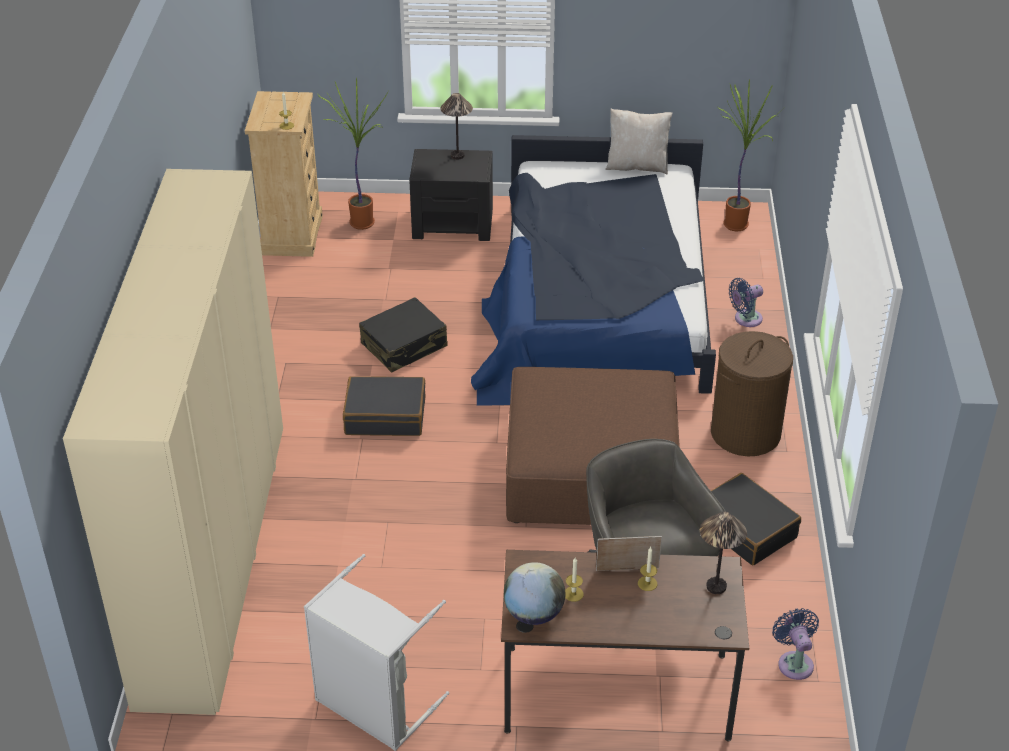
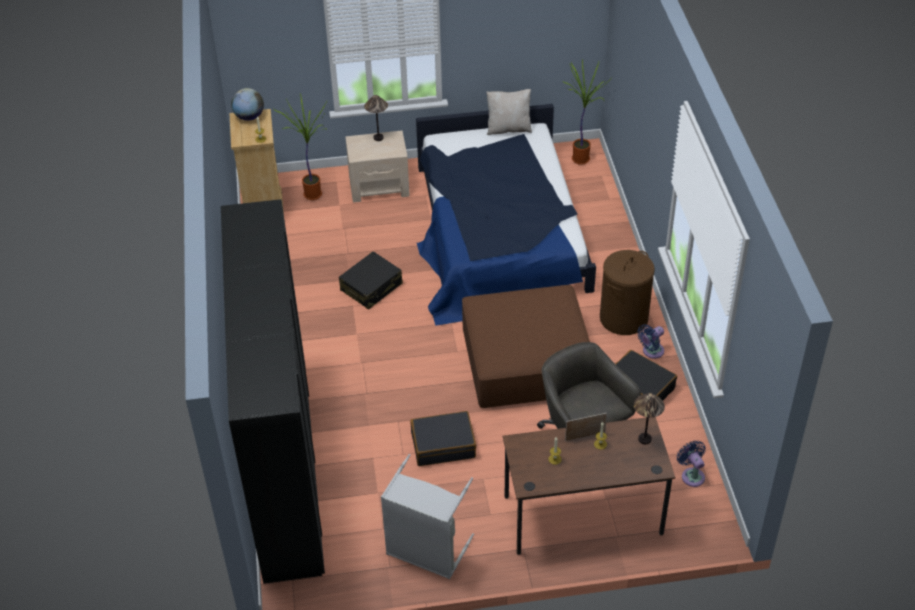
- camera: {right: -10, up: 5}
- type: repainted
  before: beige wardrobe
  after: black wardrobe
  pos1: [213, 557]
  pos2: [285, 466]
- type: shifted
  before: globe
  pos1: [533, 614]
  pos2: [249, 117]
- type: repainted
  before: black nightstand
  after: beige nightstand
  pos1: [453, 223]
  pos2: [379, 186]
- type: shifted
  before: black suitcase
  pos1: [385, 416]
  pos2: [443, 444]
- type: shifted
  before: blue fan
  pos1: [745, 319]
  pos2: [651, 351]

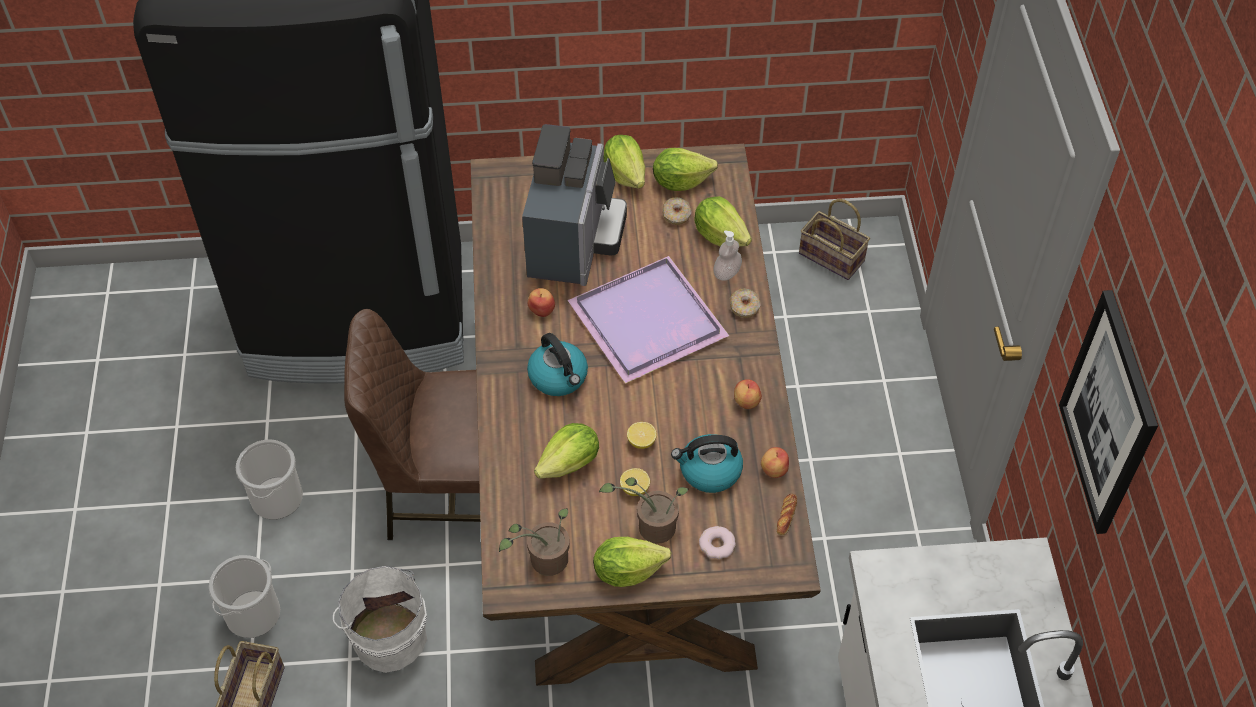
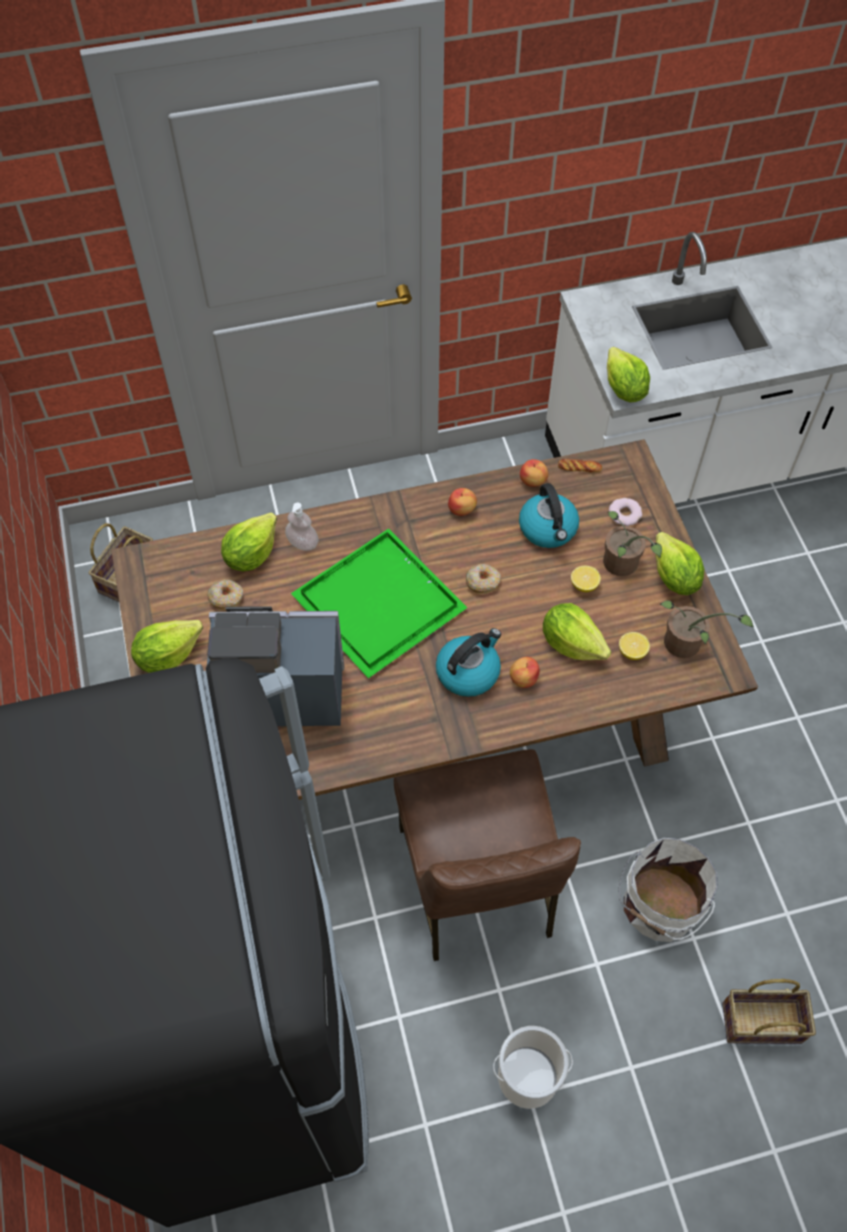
- camera: {right: -100, up: 5}
- type: repainted
  before: purple tray
  after: green tray
  pos1: [646, 323]
  pos2: [382, 604]
- type: shifted
  before: donut
  pos1: [744, 307]
  pos2: [482, 582]
- type: shifted
  before: apple
  pos1: [542, 309]
  pos2: [523, 678]
- type: shifted
  before: lettuce
  pos1: [680, 181]
  pos2: [623, 390]
- type: shifted
  before: lemon
  pos1: [641, 441]
  pos2: [632, 652]
- type: gone
  before: bucket
  pos1: [253, 614]
- type: gone
  before: picture
  pos1: [1109, 414]

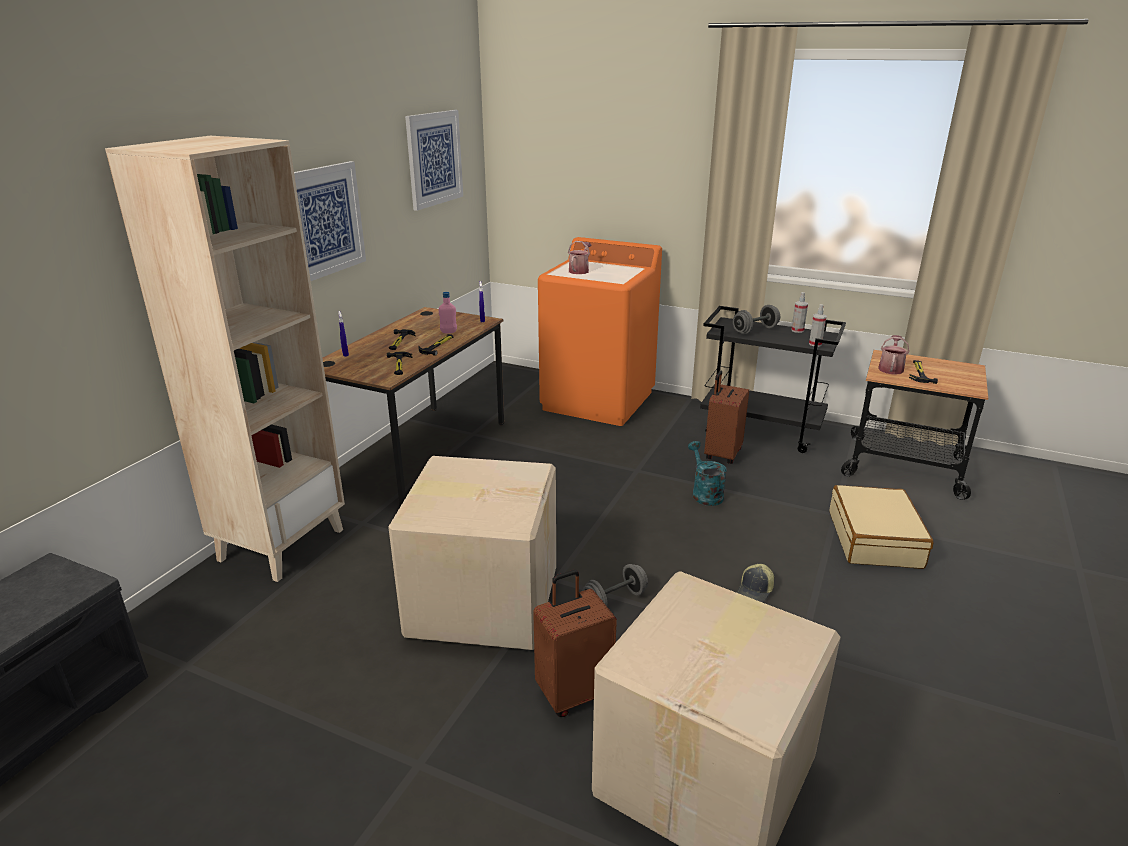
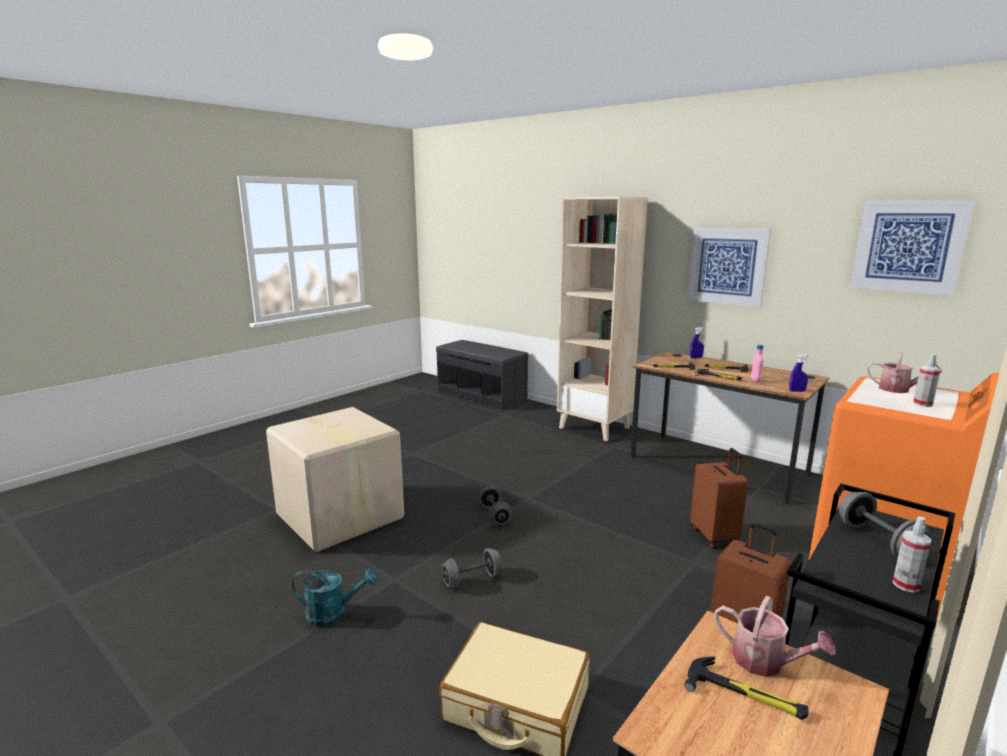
- camera: {right: 105, up: -10}
- type: shifted
  before: turquoise watering can
  pos1: [704, 493]
  pos2: [333, 614]
- type: swapped
  before: cap
  after: grey dumbbell
  pos1: [755, 591]
  pos2: [472, 580]
- type: shifted
  before: brown suitcase
  pos1: [574, 693]
  pos2: [715, 536]
- type: shifted
  before: spray bottle
  pos1: [815, 344]
  pos2: [922, 404]
- type: gone
  before: cardboard box
  pos1: [482, 600]

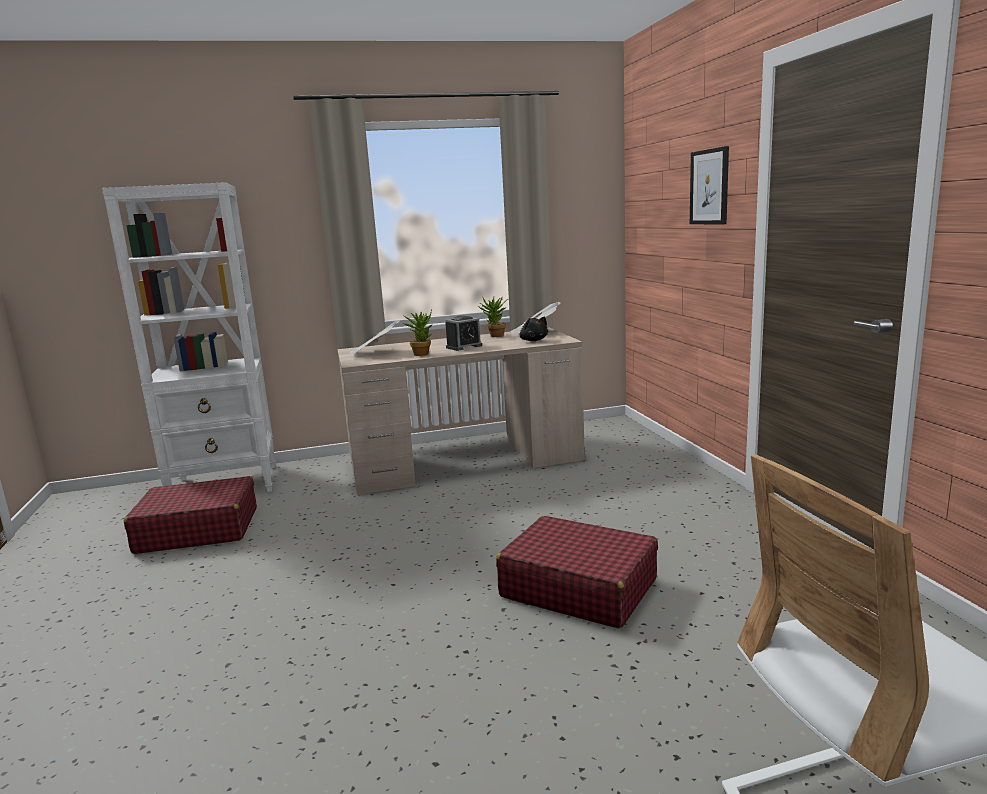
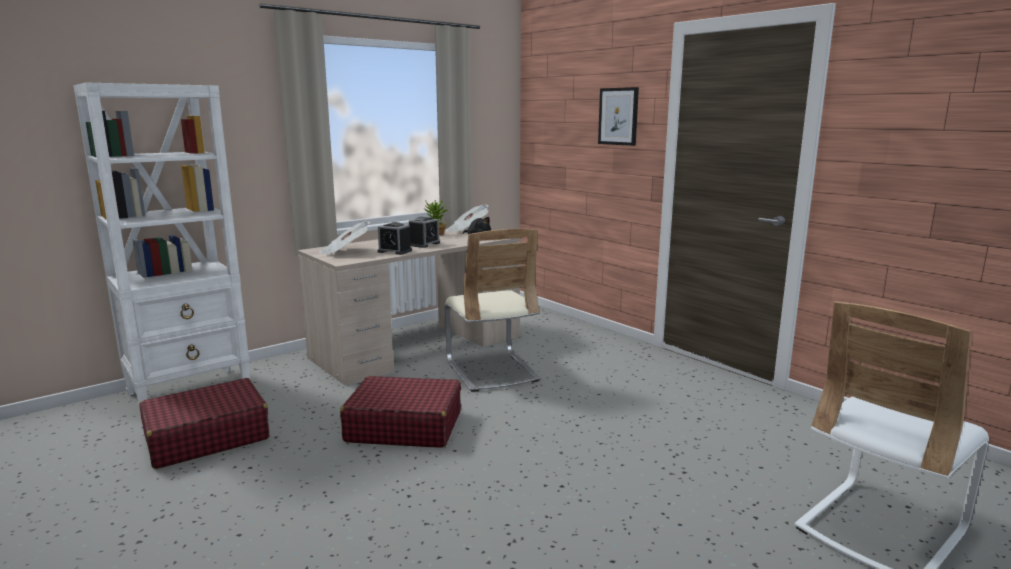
- camera: {right: -25, up: 0}
- type: shifted
  before: red suitcase
  pos1: [578, 588]
  pos2: [404, 426]
- type: swapped
  before: potted plant
  after: alarm clock
  pos1: [421, 353]
  pos2: [394, 251]
- type: new
  after: beige chair
  pos2: [491, 371]

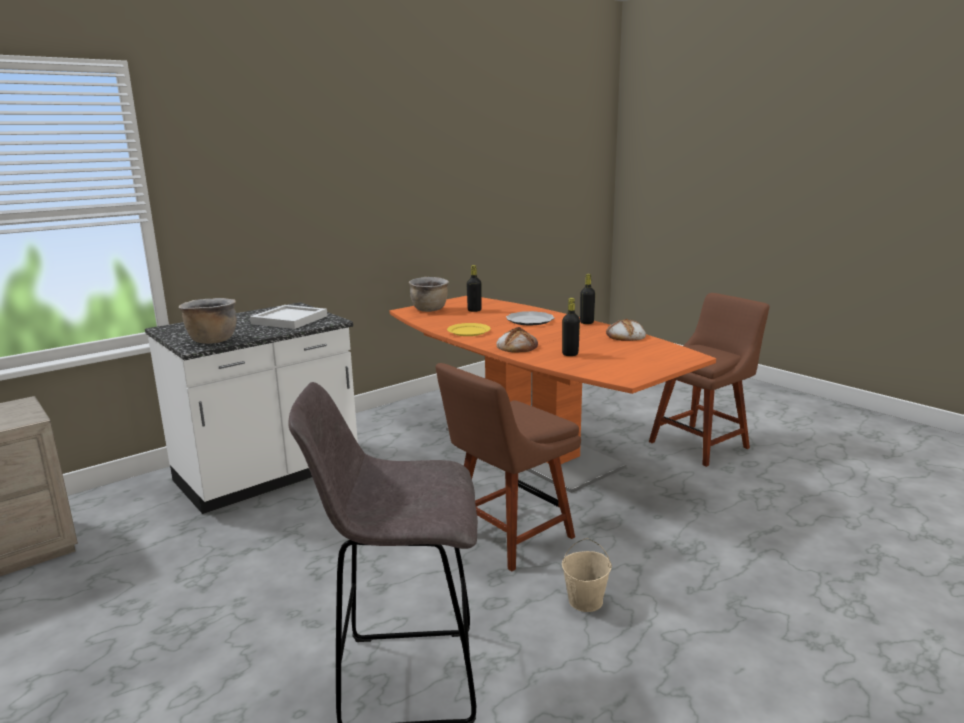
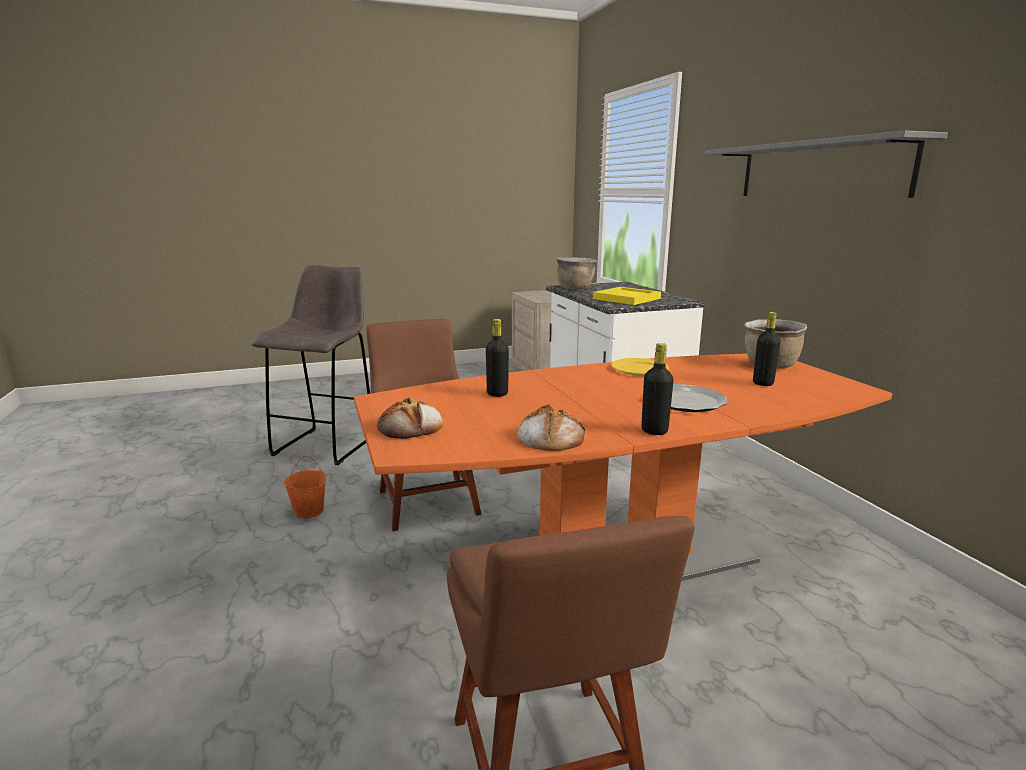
- camera: {right: 110, up: 0}
- type: repainted
  before: beige bucket
  after: orange bucket
  pos1: [585, 601]
  pos2: [309, 511]
- type: shifted
  before: bread
  pos1: [517, 346]
  pos2: [411, 427]
- type: repainted
  before: white tray
  after: yellow tray
  pos1: [291, 319]
  pos2: [626, 299]
- type: new
  after: grey shelf
  pos2: [819, 170]

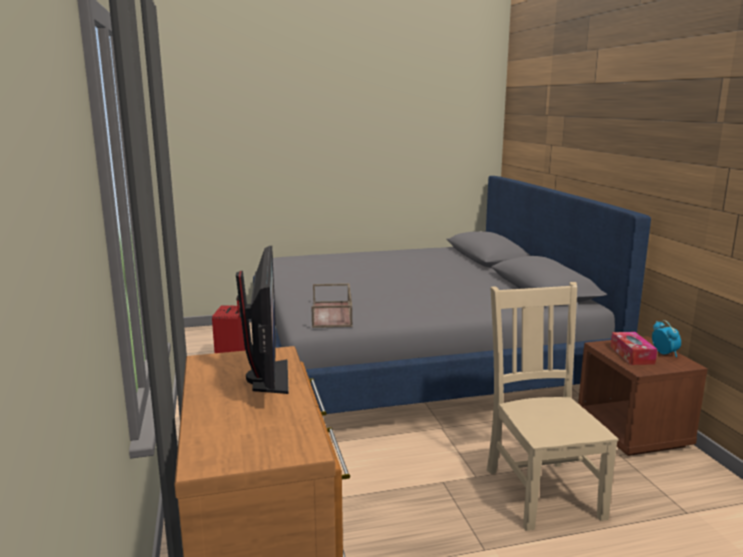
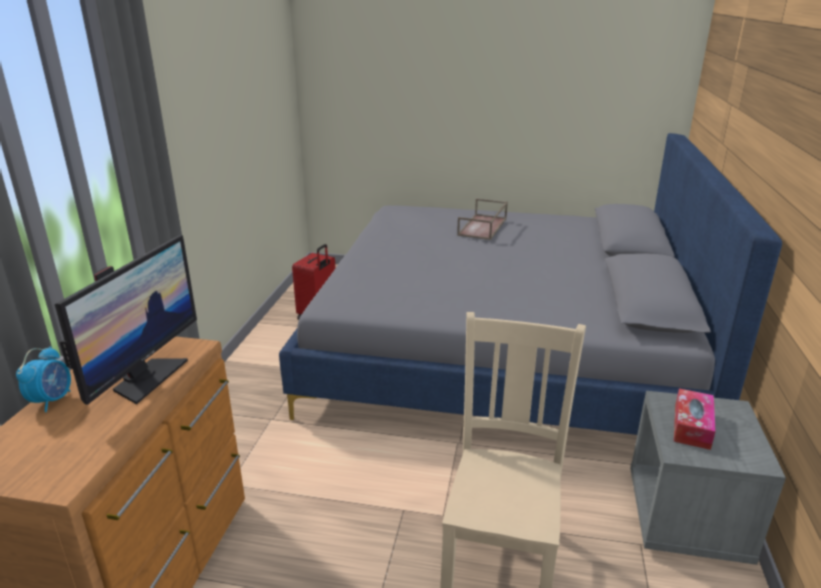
- camera: {right: 25, up: 10}
- type: shifted
  before: alarm clock
  pos1: [664, 353]
  pos2: [52, 400]
- type: shifted
  before: brown tray
  pos1: [332, 314]
  pos2: [483, 227]
- type: repainted
  before: brown nightstand
  after: grey nightstand
  pos1: [633, 432]
  pos2: [686, 518]

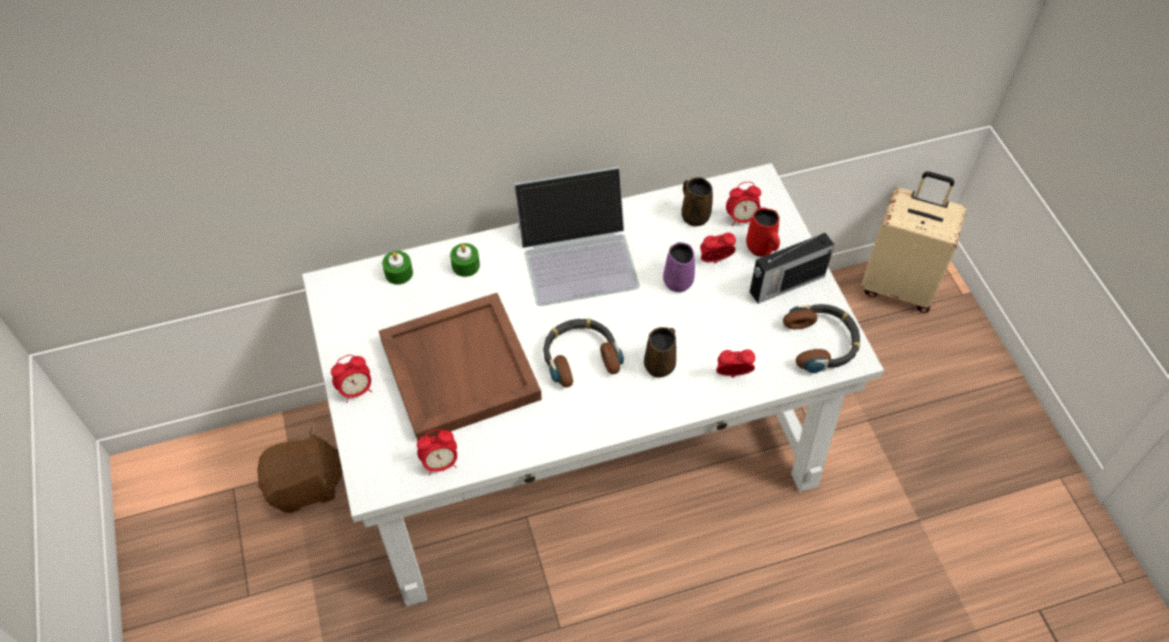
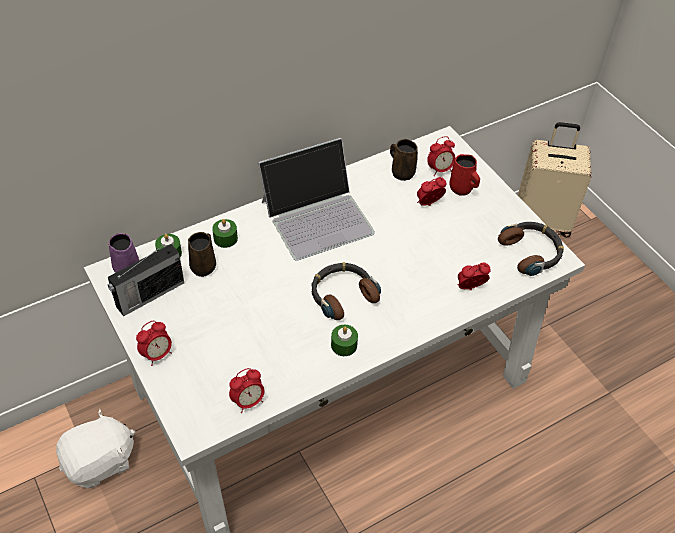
- camera: {right: -15, up: -5}
- type: repainted
  before: brown plush toy
  after: white plush toy
  pos1: [306, 485]
  pos2: [100, 462]
- type: shifted
  before: purple mug
  pos1: [678, 280]
  pos2: [127, 267]
- type: shifted
  before: radio
  pos1: [785, 284]
  pos2: [149, 295]
- type: shifted
  before: brown mug
  pos1: [660, 364]
  pos2: [204, 266]
- type: new
  after: green candle
  pos2: [344, 345]
- type: gone
  before: brown tray
  pos1: [458, 369]

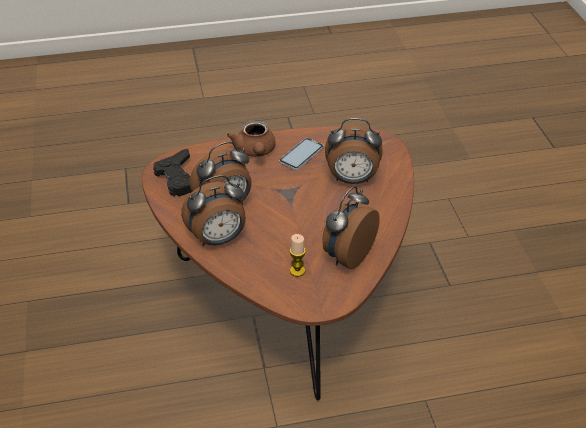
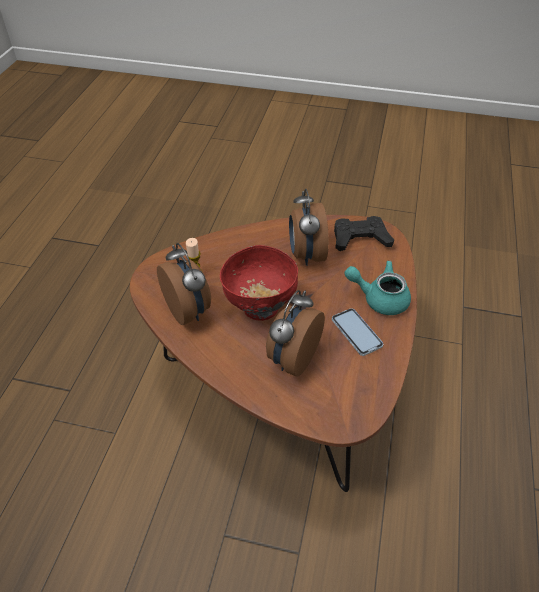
- camera: {right: 115, up: 5}
- type: new
  after: red bowl
  pos2: [260, 308]
- type: repainted
  before: brown teapot
  after: turquoise teapot
  pos1: [255, 151]
  pos2: [379, 298]
- type: gone
  before: alarm clock
  pos1: [218, 239]

